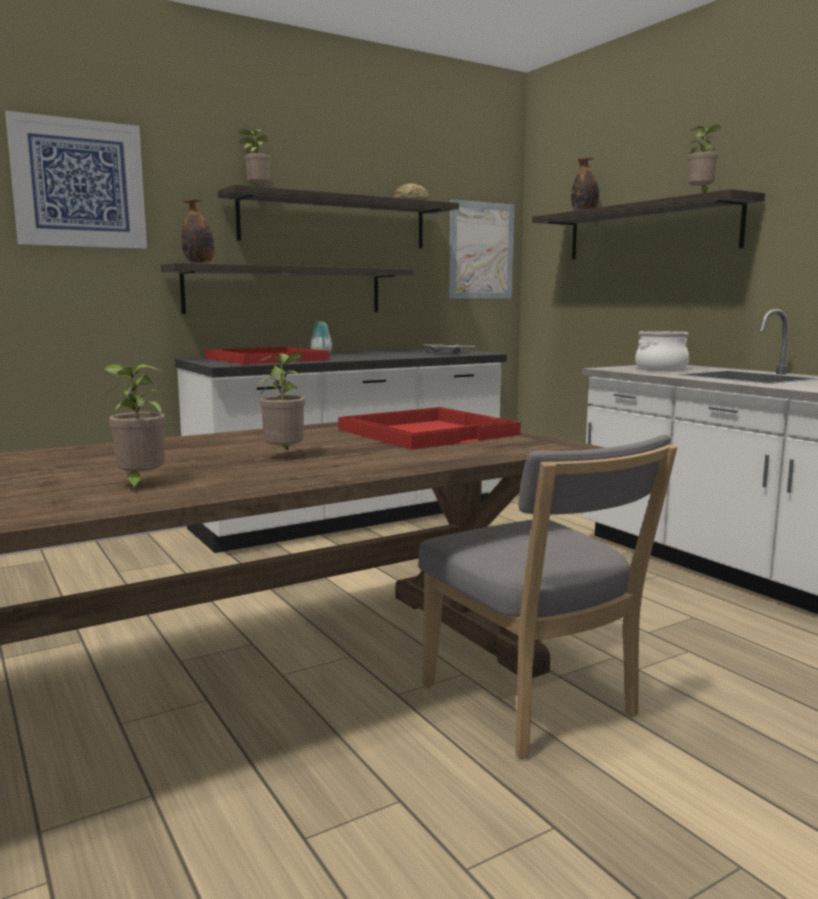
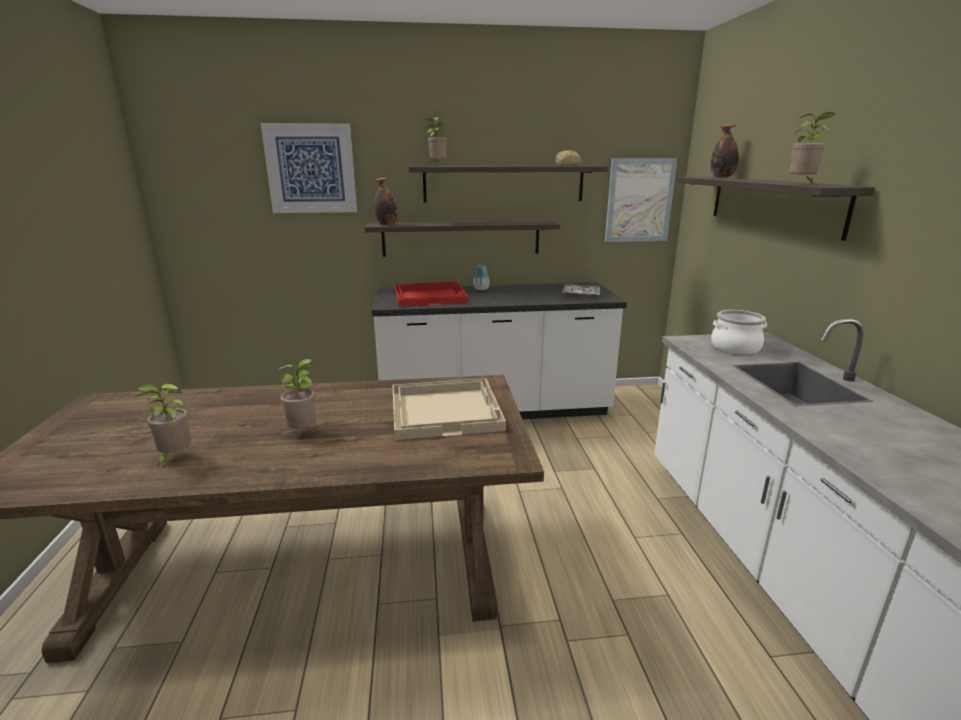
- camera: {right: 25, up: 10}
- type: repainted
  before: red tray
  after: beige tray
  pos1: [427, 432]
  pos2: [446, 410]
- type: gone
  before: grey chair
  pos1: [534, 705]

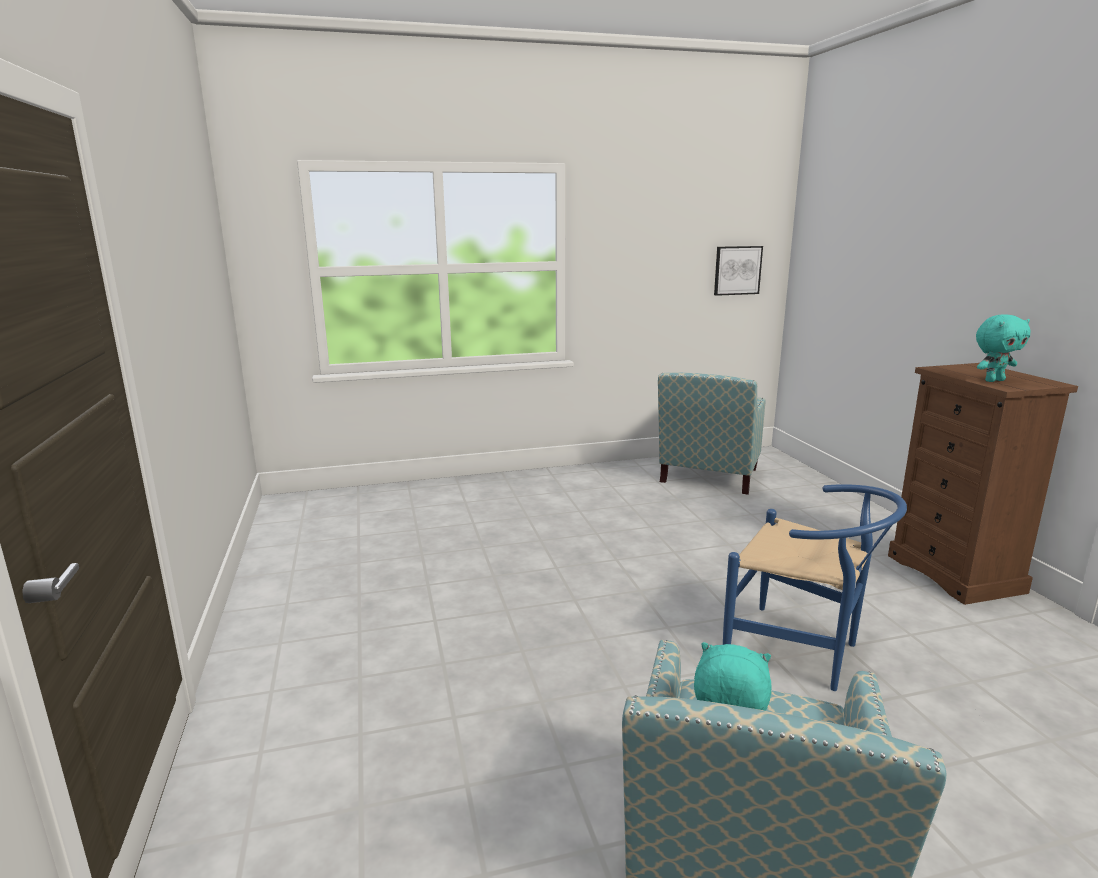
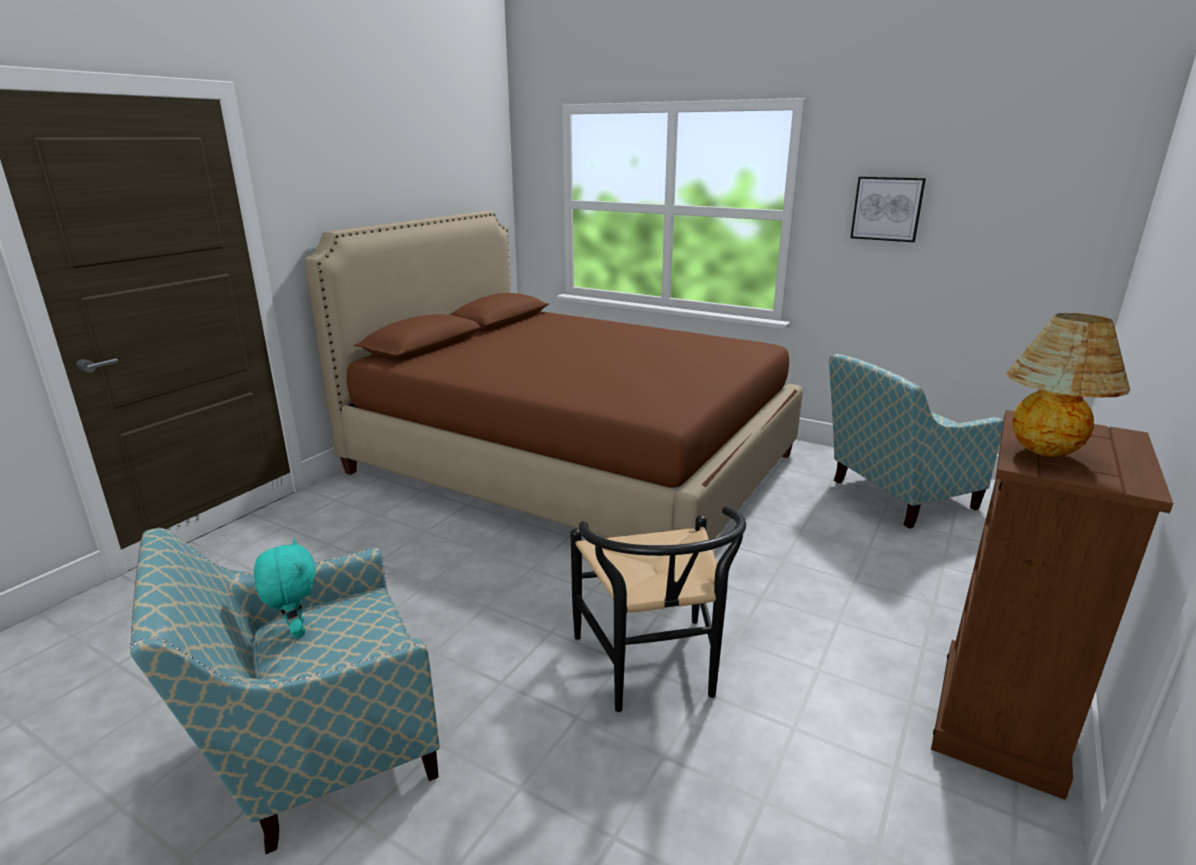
- camera: {right: 45, up: 5}
- type: new
  after: brown bed
  pos2: [572, 464]
- type: repainted
  before: blue chair
  after: black chair
  pos1: [802, 653]
  pos2: [653, 671]
- type: shifted
  before: picture
  pos1: [737, 270]
  pos2: [887, 208]
- type: swapped
  before: turquoise plush toy
  after: table lamp
  pos1: [993, 380]
  pos2: [1046, 454]

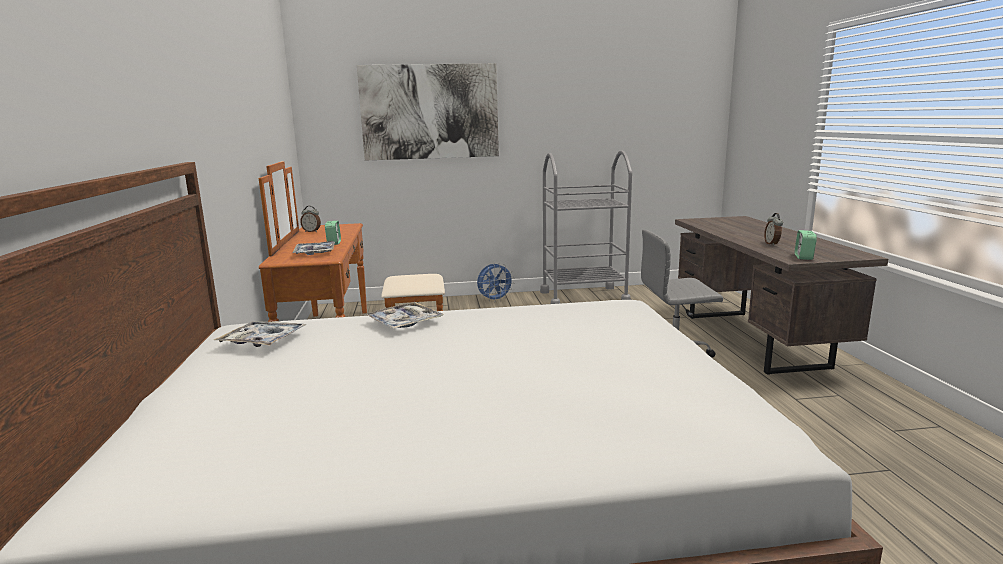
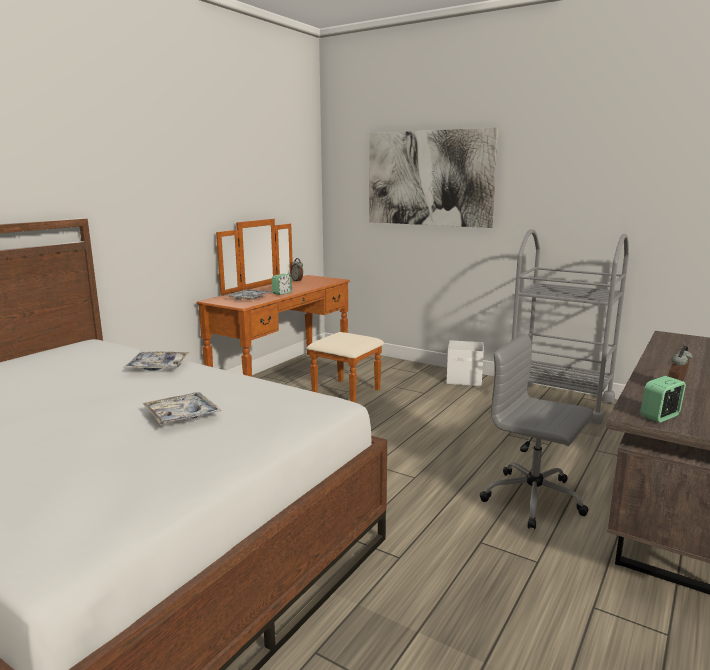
- camera: {right: 40, up: 0}
- type: shifted
  before: tray
  pos1: [263, 341]
  pos2: [182, 415]
- type: swapped
  before: blue fan
  after: white storage box
  pos1: [495, 300]
  pos2: [464, 380]

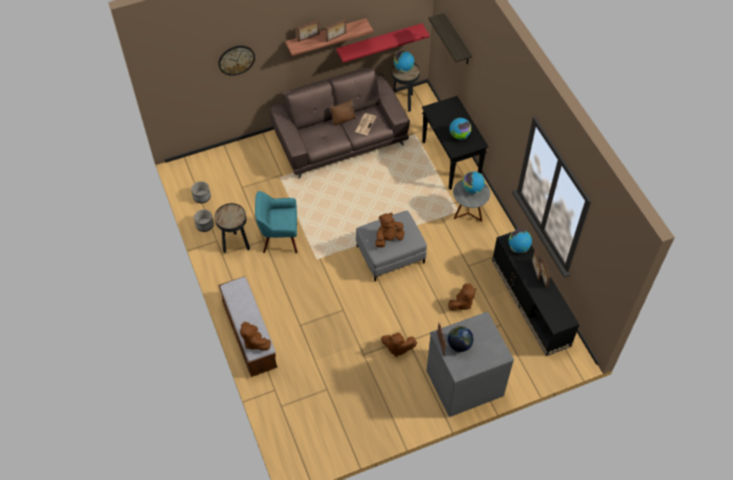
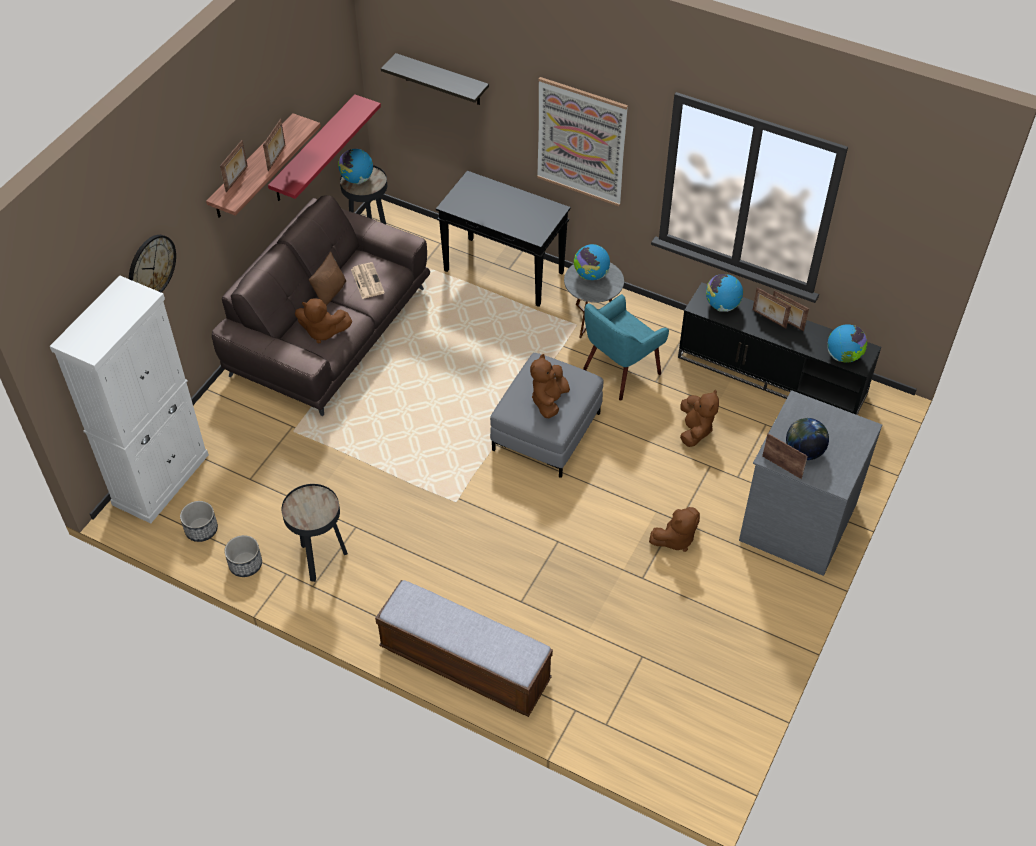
- camera: {right: -40, up: -5}
- type: new
  after: white cabinet
  pos2: [161, 479]
- type: shifted
  before: brown plush toy
  pos1: [254, 342]
  pos2: [322, 332]
- type: new
  after: picture
  pos2: [581, 142]
- type: shifted
  before: turquoise armchair
  pos1: [279, 238]
  pos2: [620, 371]
- type: shifted
  before: globe
  pos1: [459, 136]
  pos2: [843, 356]

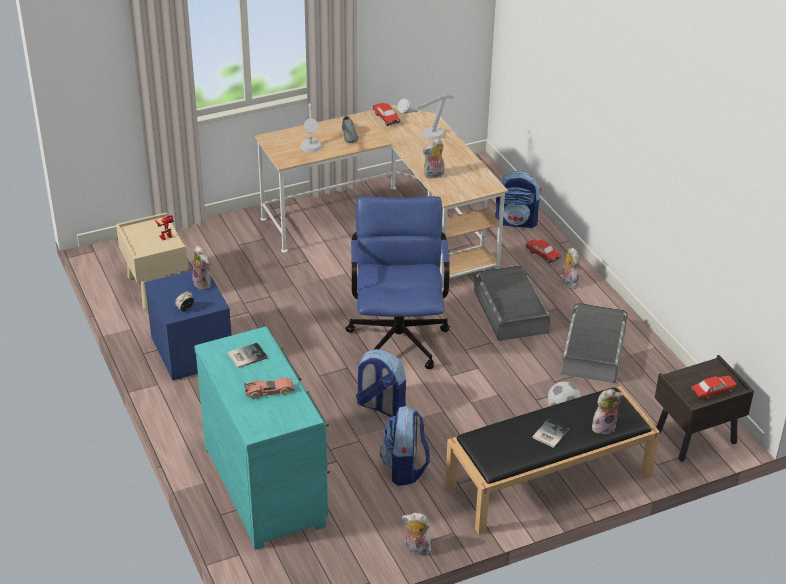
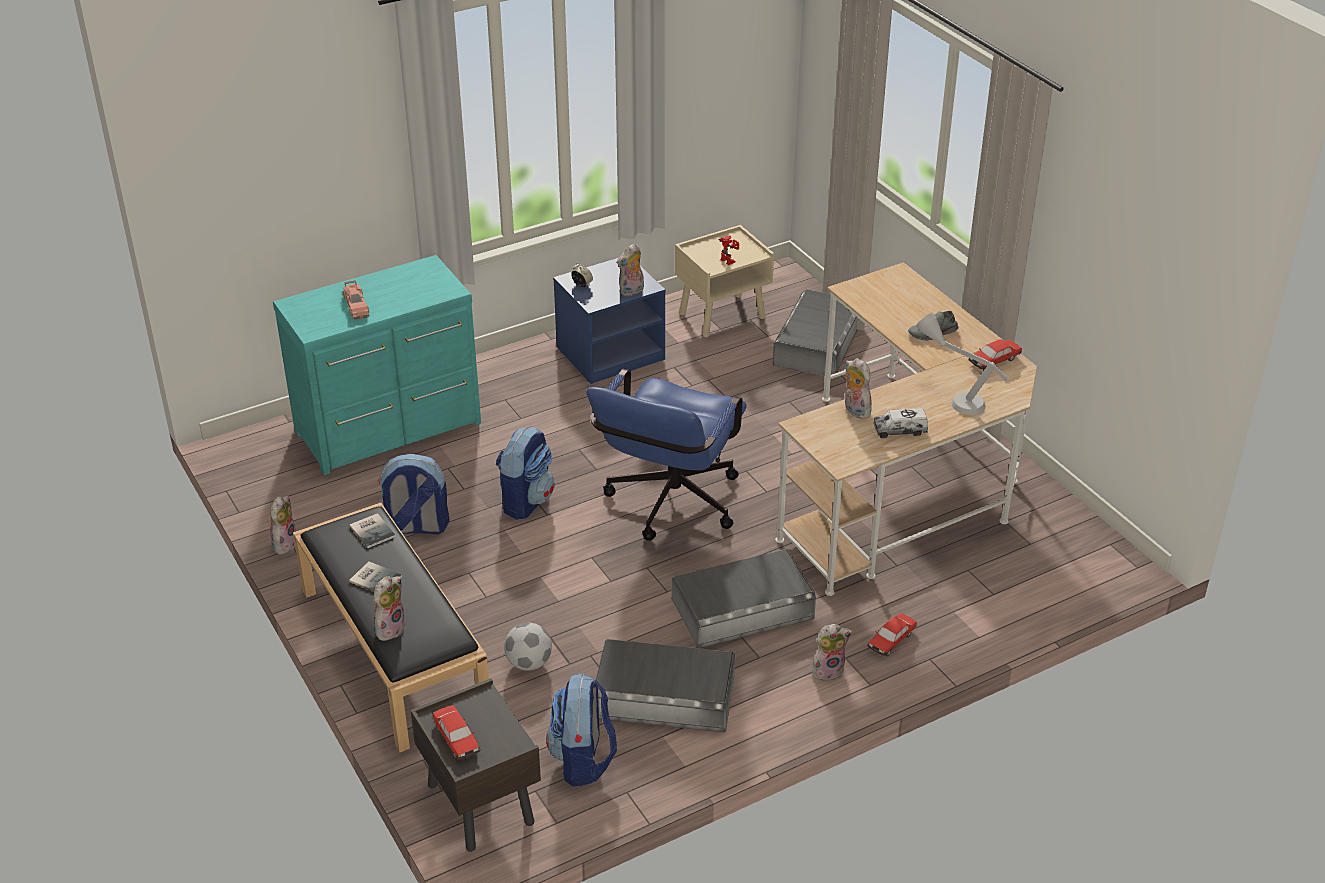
- camera: {right: 85, up: 0}
- type: shifted
  before: book
  pos1: [246, 355]
  pos2: [373, 530]
- type: rotated
  before: plush toy
  pos1: [603, 426]
  pos2: [389, 628]
  turn: -120
- type: shifted
  before: backpack
  pos1: [516, 221]
  pos2: [583, 760]
- type: rotated
  before: blue office chair
  pos1: [398, 334]
  pos2: [668, 507]
  turn: 120
- type: new
  after: grey storage box
  pos2: [817, 343]
- type: new
  after: toy truck
  pos2: [900, 430]
- type: gone
  before: grey table lamp
  pos1: [311, 152]

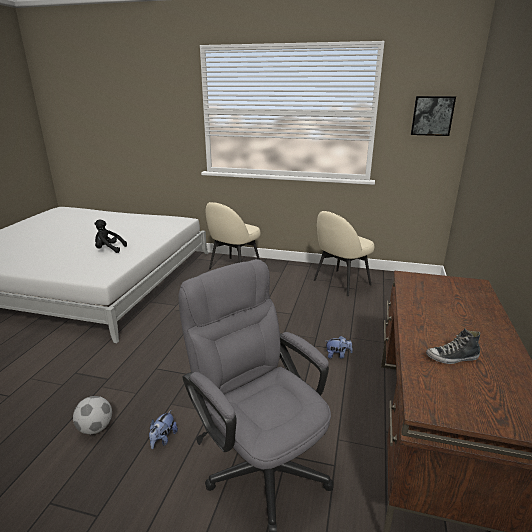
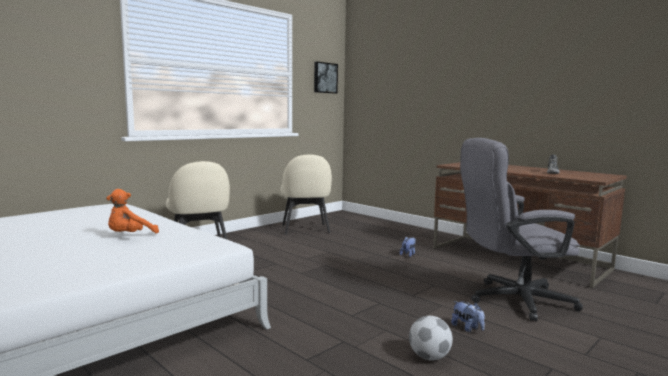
- camera: {right: -60, up: -15}
- type: repainted
  before: black plush toy
  after: orange plush toy
  pos1: [109, 249]
  pos2: [129, 236]

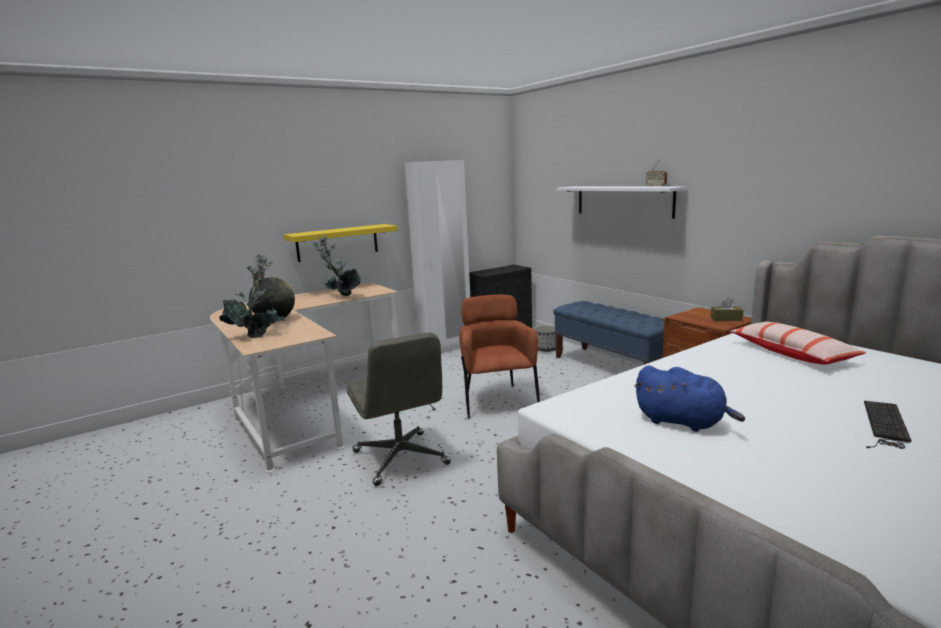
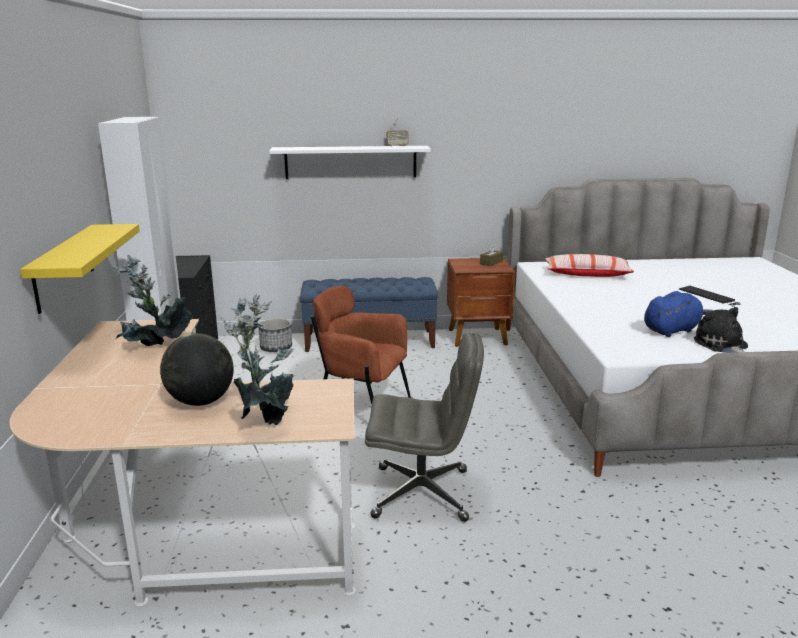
- camera: {right: -60, up: 5}
- type: new
  after: plush toy
  pos2: [722, 345]

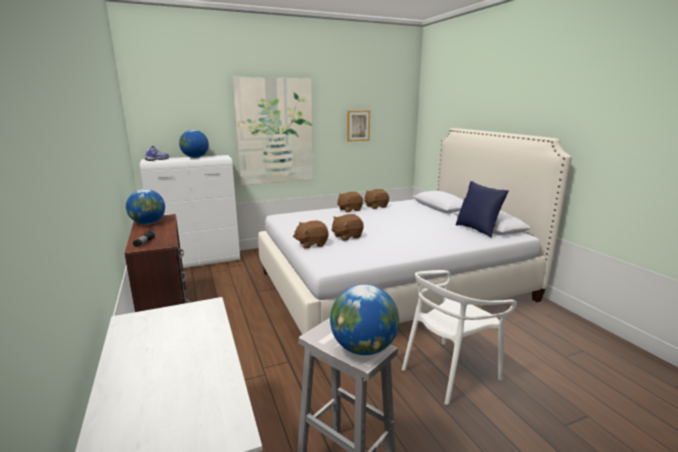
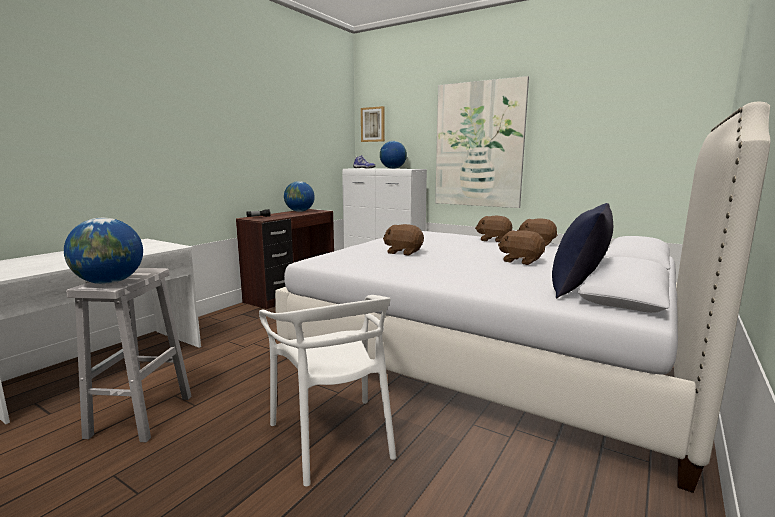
- camera: {right: 55, up: -5}
- type: rotated
  before: white chair
  pos1: [449, 372]
  pos2: [333, 438]
  turn: -135
- type: shifted
  before: picture
  pos1: [358, 125]
  pos2: [373, 124]
- type: shifted
  before: brown plush toy
  pos1: [311, 244]
  pos2: [521, 261]

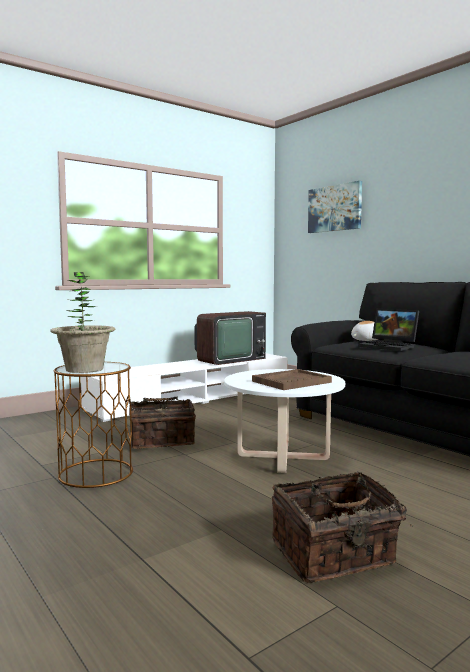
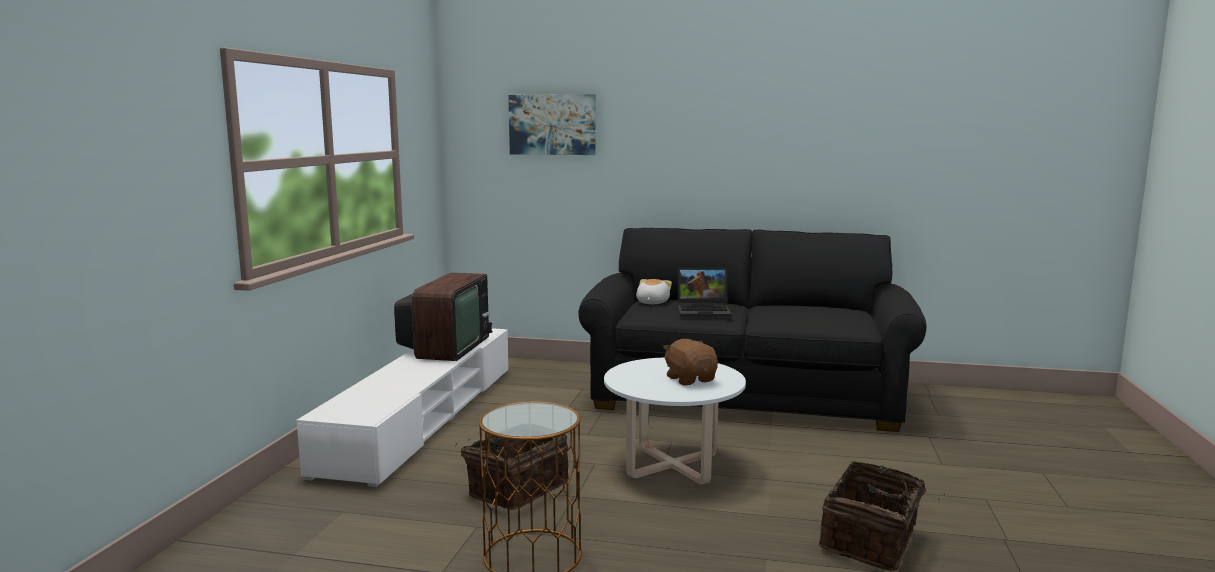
- camera: {right: -40, up: 5}
- type: swapped
  before: brown tray
  after: brown plush toy
  pos1: [291, 382]
  pos2: [690, 379]
- type: gone
  before: potted plant
  pos1: [84, 369]

